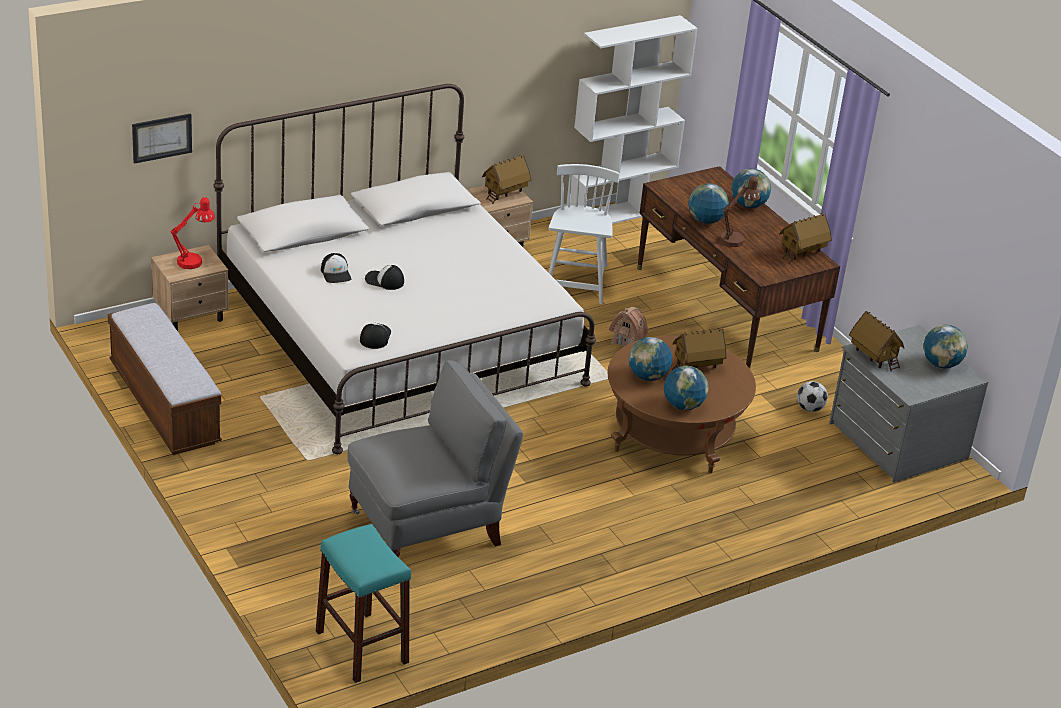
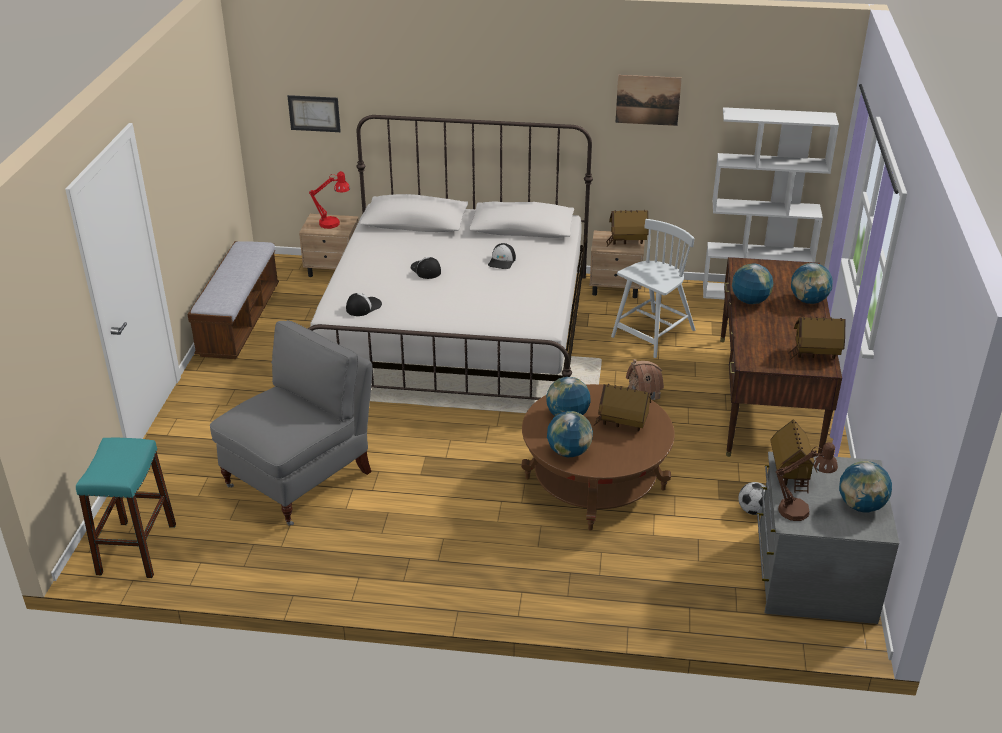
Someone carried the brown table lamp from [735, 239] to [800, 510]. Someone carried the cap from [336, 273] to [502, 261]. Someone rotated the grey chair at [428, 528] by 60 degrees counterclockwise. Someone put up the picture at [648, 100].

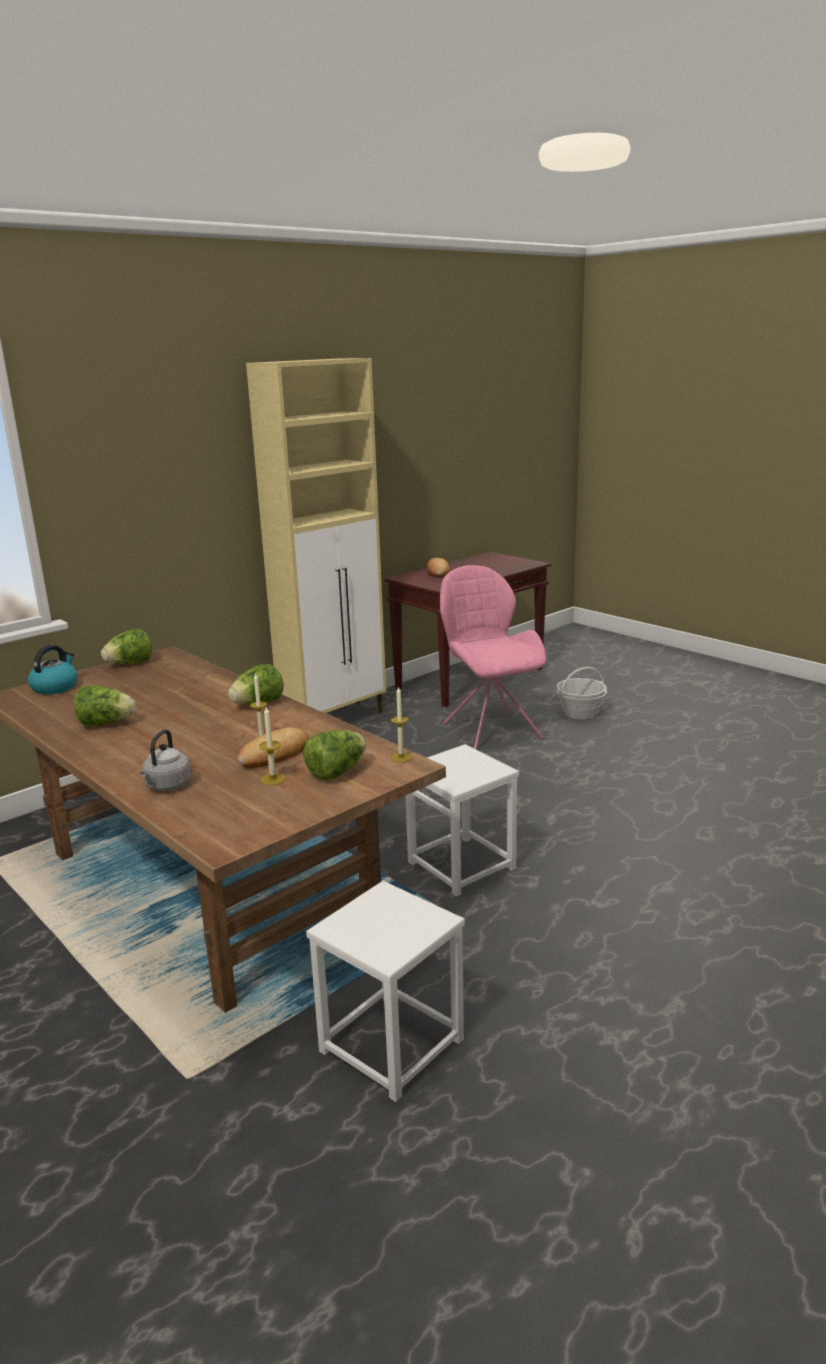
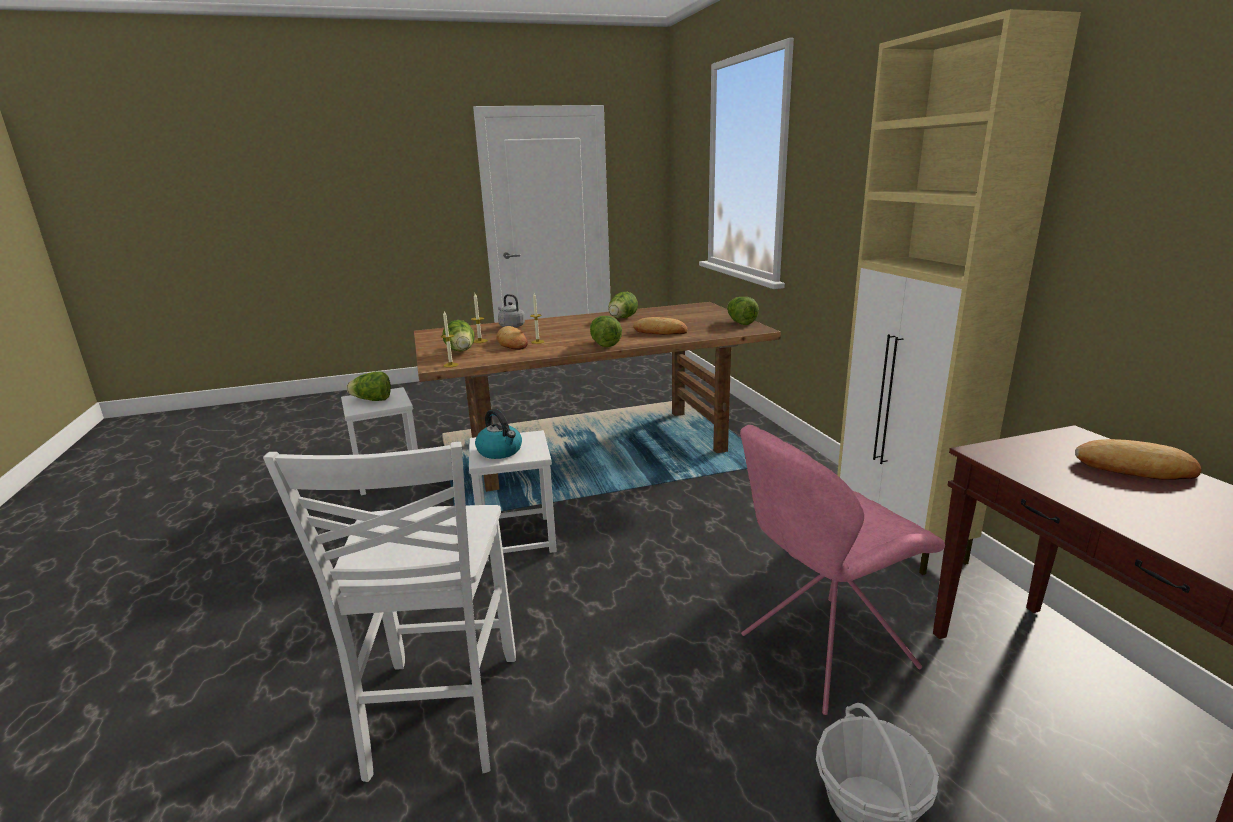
Someone rotated the pink chair at [490, 729] by 150 degrees clockwise. Someone carried the kettle from [55, 687] to [500, 451]. Someone put down the bread at [660, 332]. Someone put down the lettuce at [372, 400]. Someone put down the white chair at [440, 716].

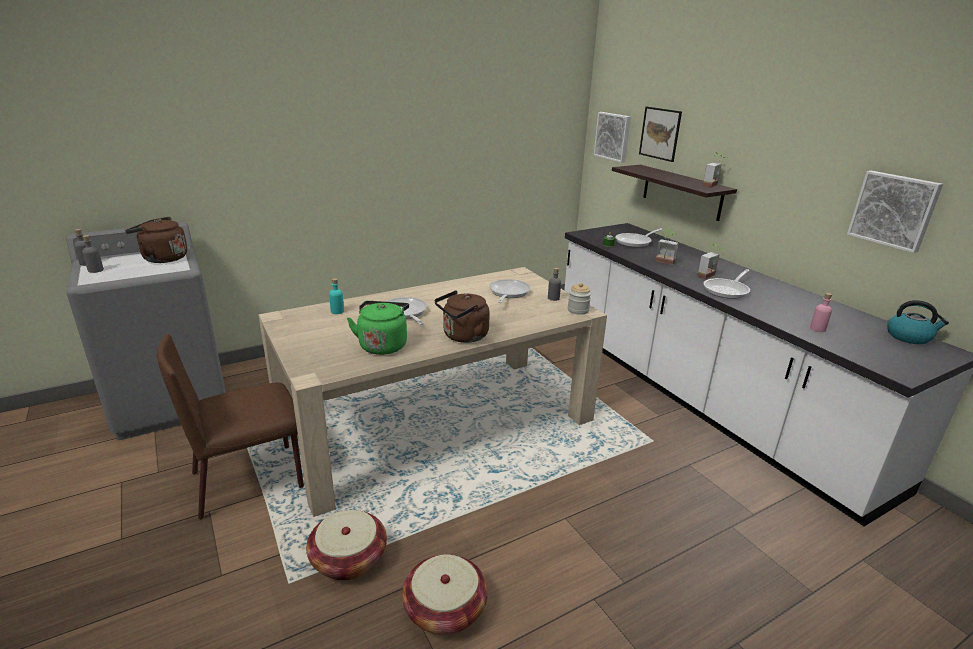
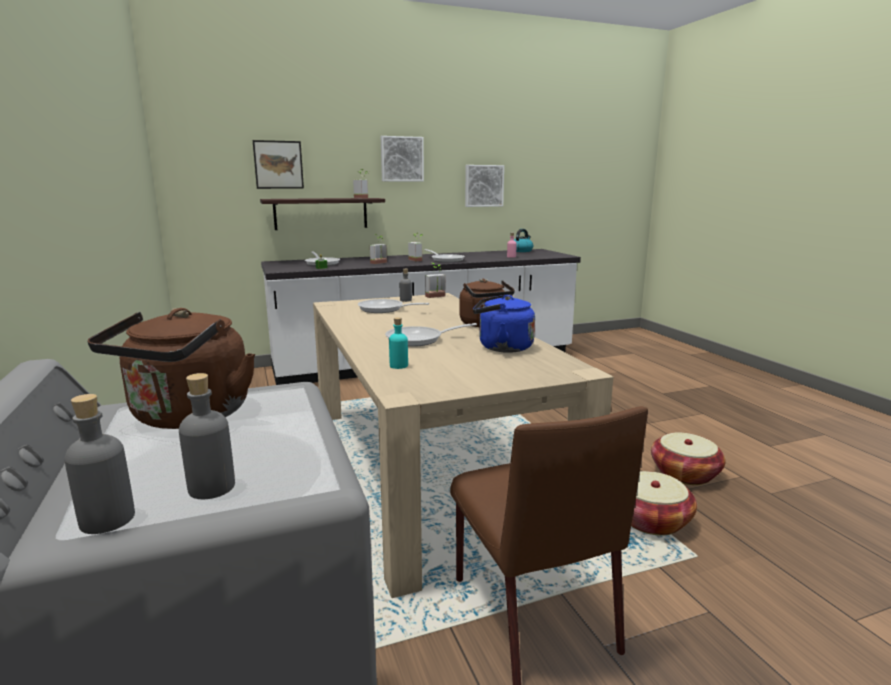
Someone carried the picture from [613, 136] to [401, 159]. Someone swapped the jar at [578, 310] for the potted plant at [437, 297]. Someone repainted the green kettle at [383, 345], which became the blue kettle at [501, 347].

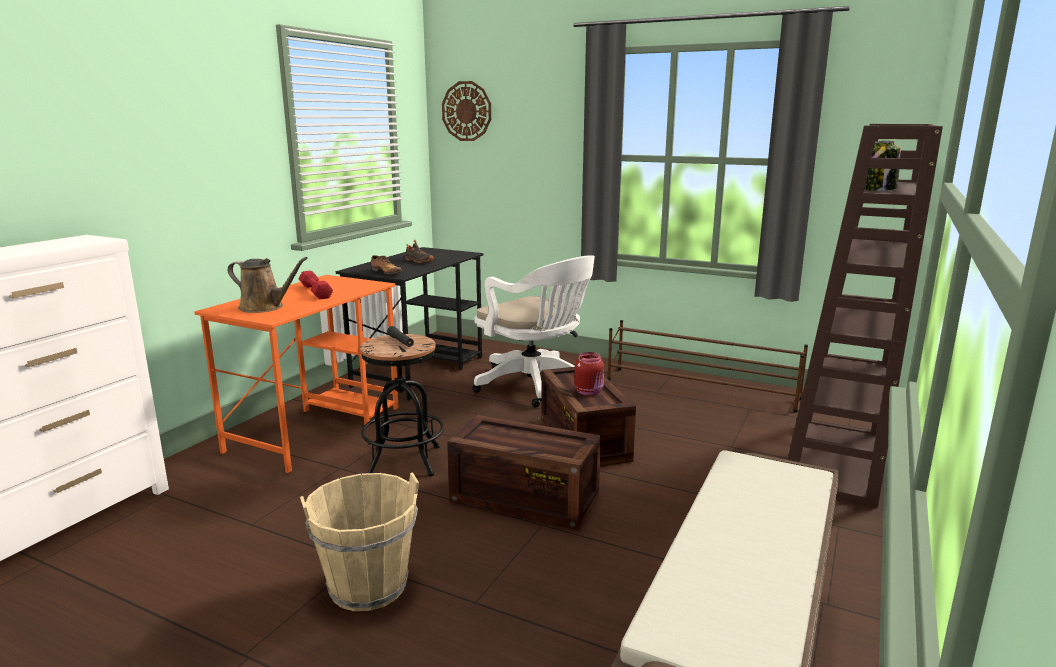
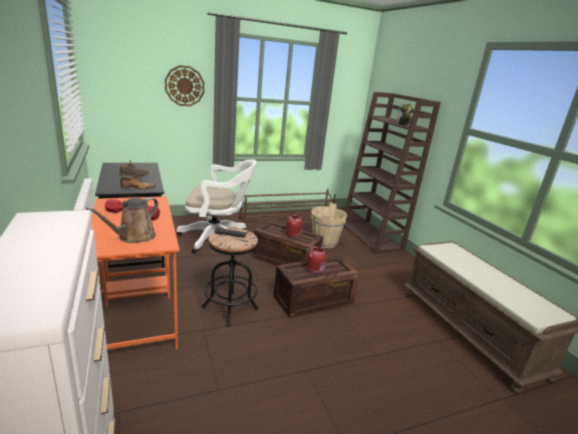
Someone carried the wall clock from [466, 111] to [184, 86]. Someone rotated the brown watering can at [265, 307] by 150 degrees clockwise. Someone carried the beige bucket from [368, 586] to [324, 242]. Someone put down the red jar at [315, 271].

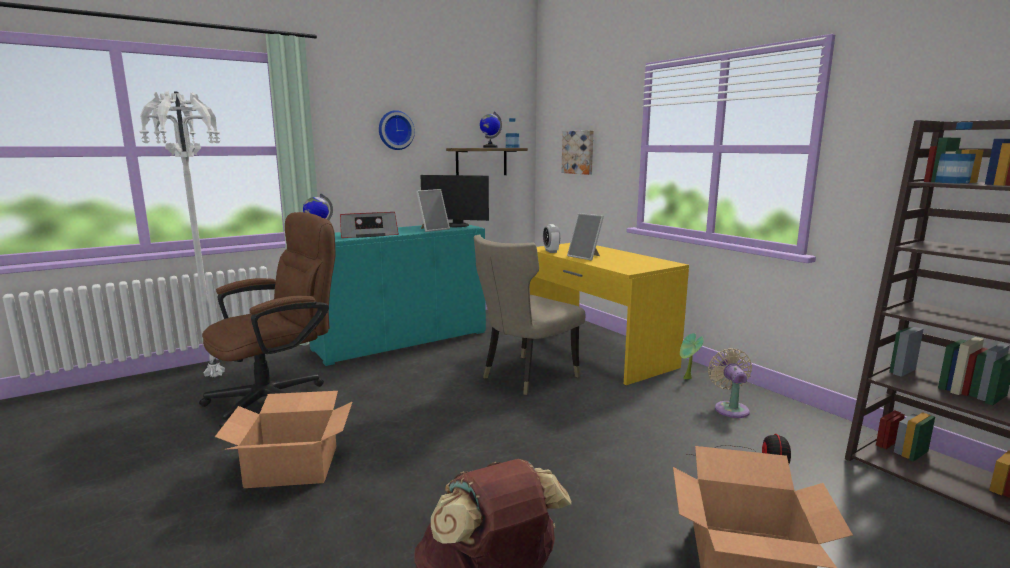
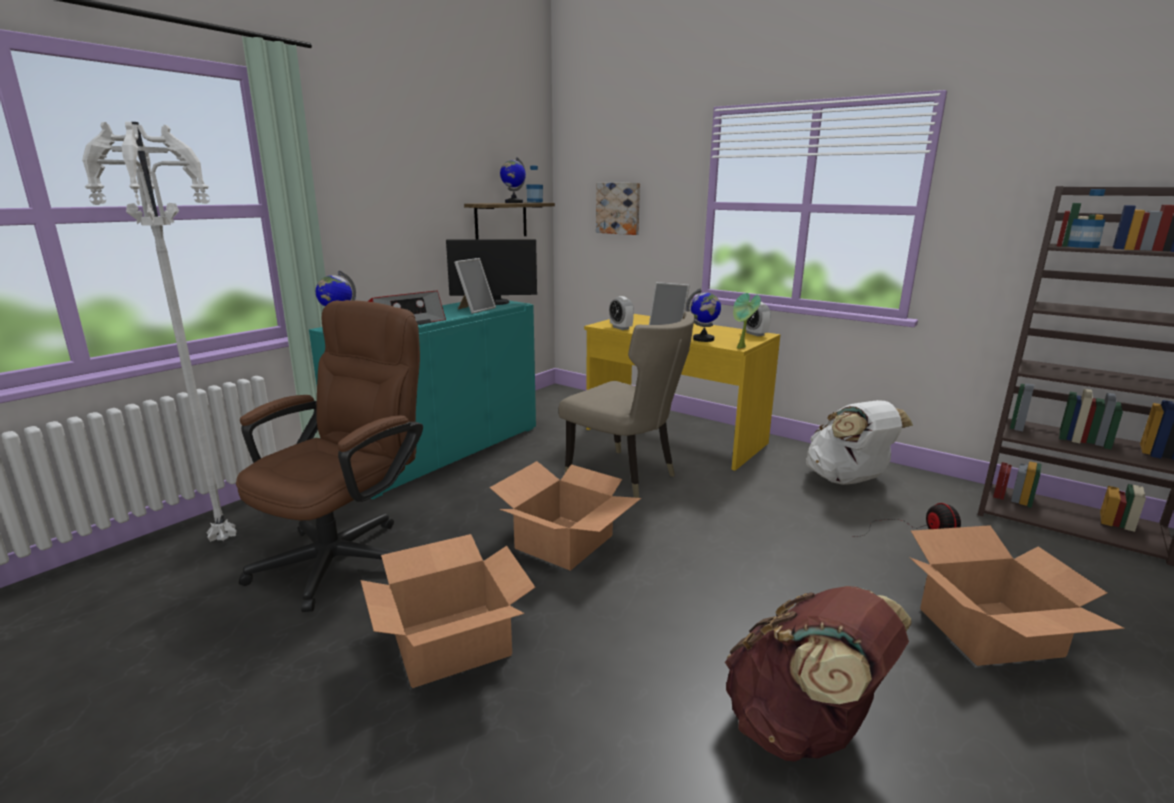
Someone took away the wall clock at [395, 130]. Someone rotated the beige chair at [525, 376] by 75 degrees counterclockwise. Someone carried the potted plant from [687, 379] to [741, 348]. Someone swapped the beige fan at [730, 408] for the white backpack at [847, 480]. Someone put down the globe at [703, 339]. Someone put down the alarm clock at [755, 334]. Someone put down the cardboard box at [565, 542].

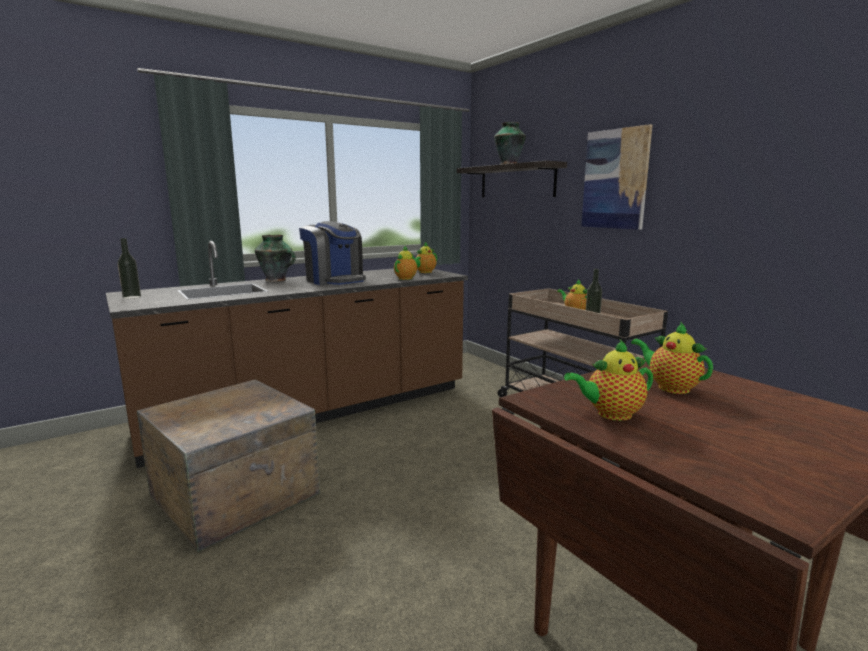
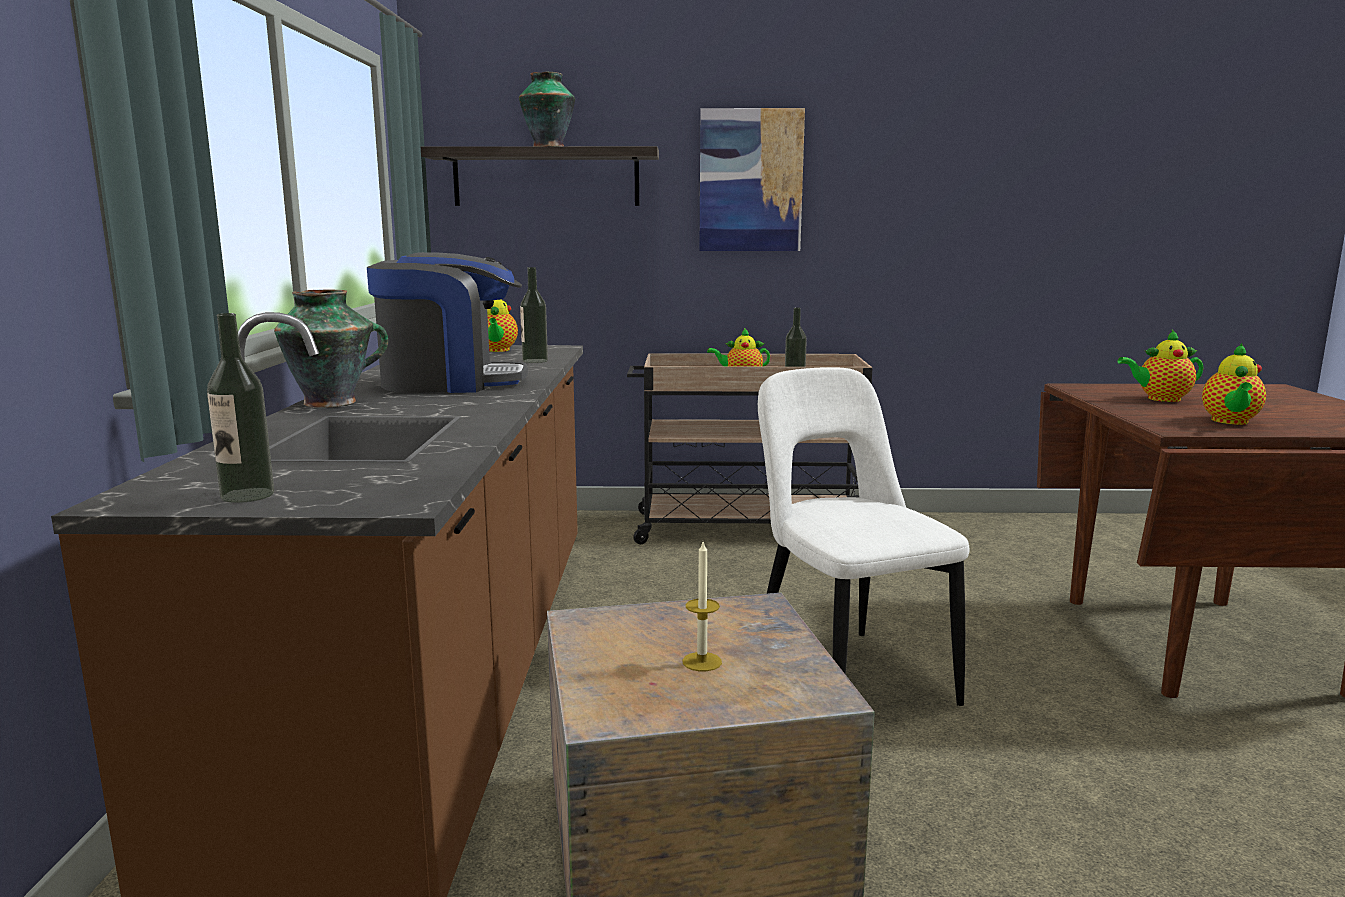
Someone swapped the teapot at [406, 278] for the bottle at [535, 361]. Someone put down the white chair at [845, 674]. Someone put down the candle at [702, 662].

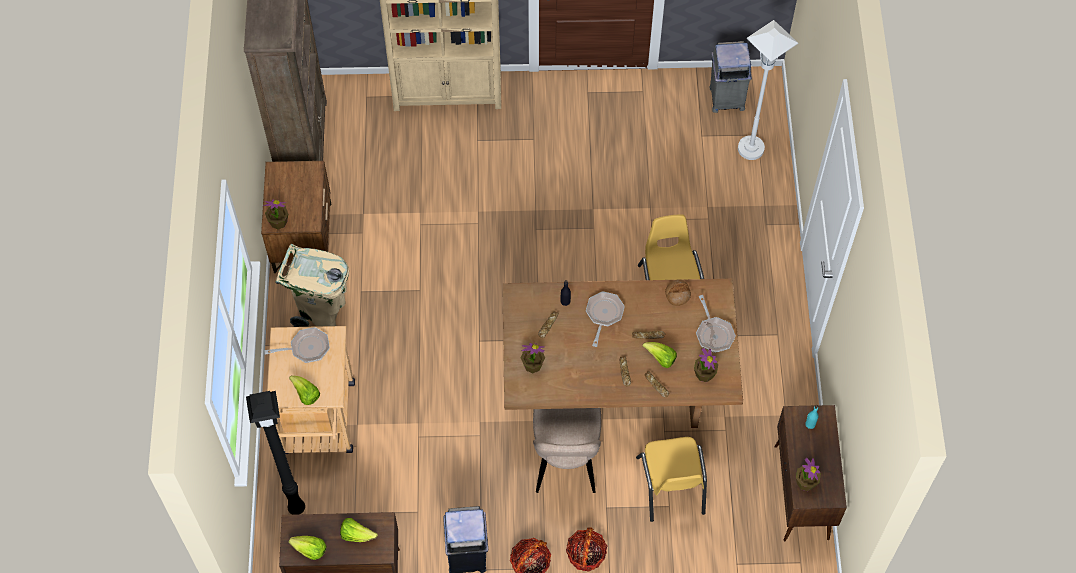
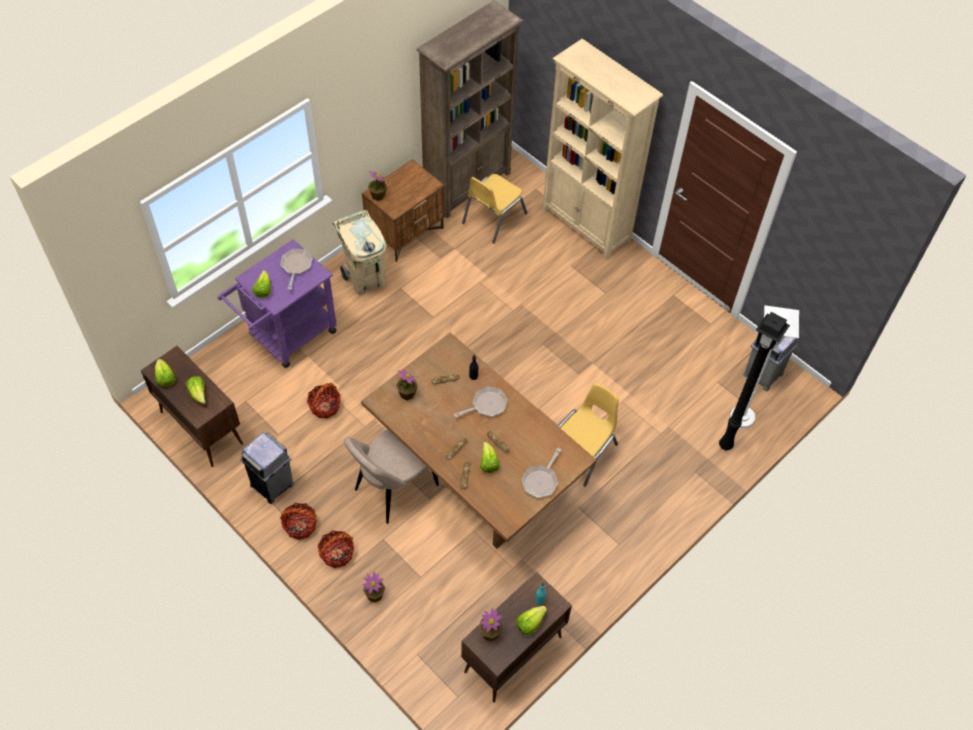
Someone took away the bread at [677, 294]. Someone repainted the beige cart at [318, 425], which became the purple cart at [287, 337]. Someone rotated the frying pan at [306, 348] by 120 degrees counterclockwise. Someone carried the potted plant from [704, 374] to [375, 595]. Someone carried the black floor lamp from [295, 507] to [725, 444]. Someone carried the yellow chair from [671, 485] to [493, 218]. Someone put down the basket at [325, 406]. Someone put down the lettuce at [530, 623].

